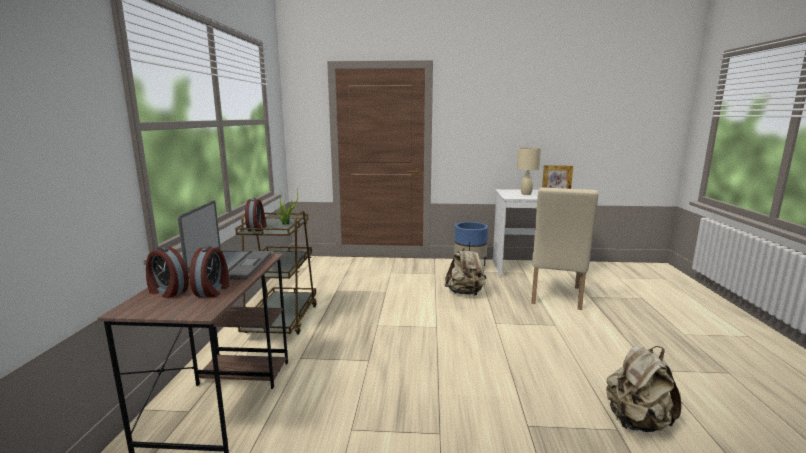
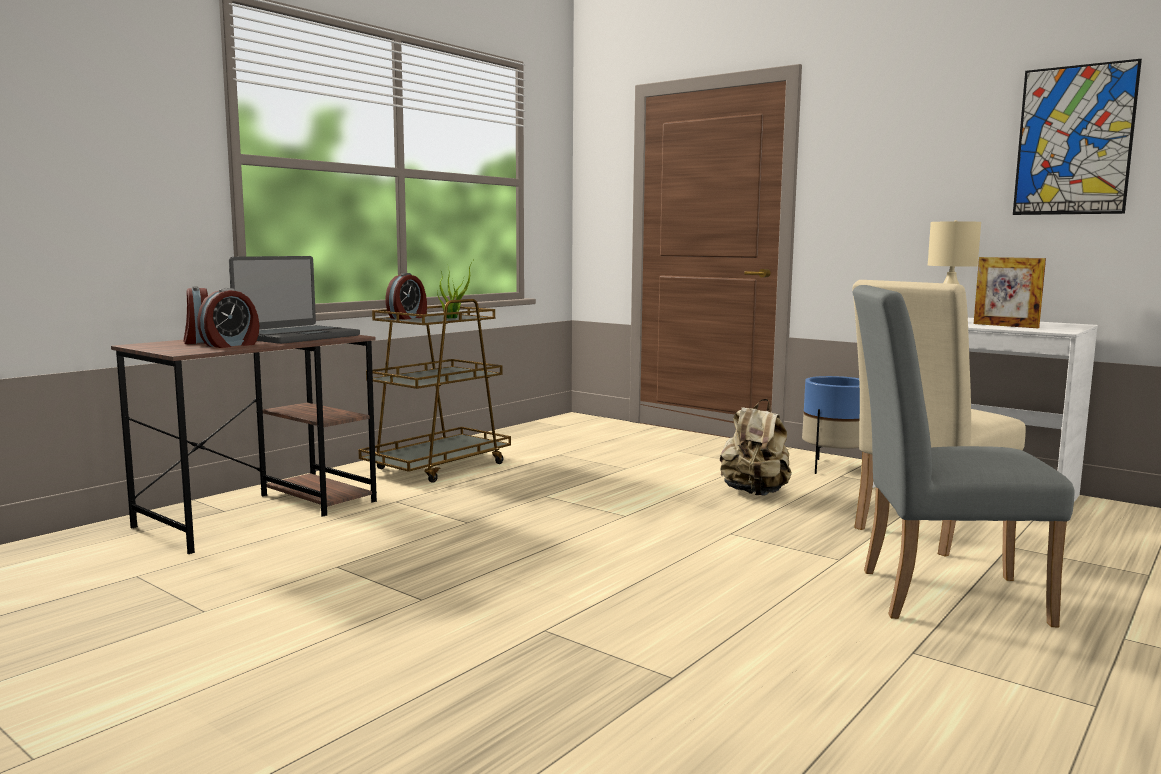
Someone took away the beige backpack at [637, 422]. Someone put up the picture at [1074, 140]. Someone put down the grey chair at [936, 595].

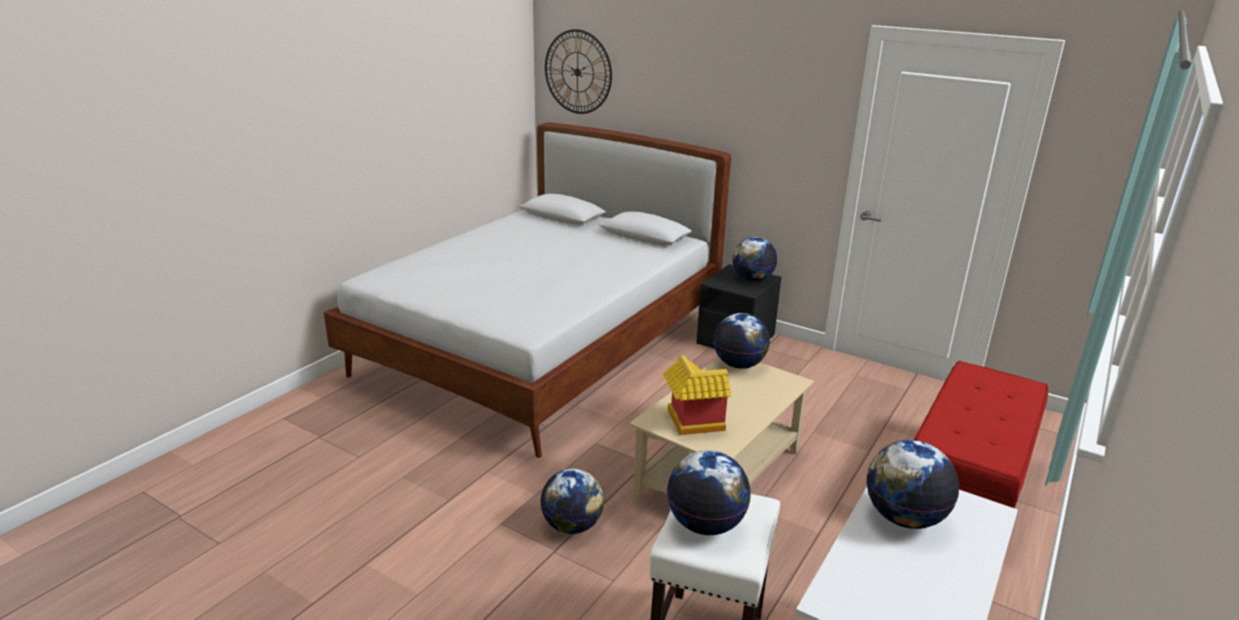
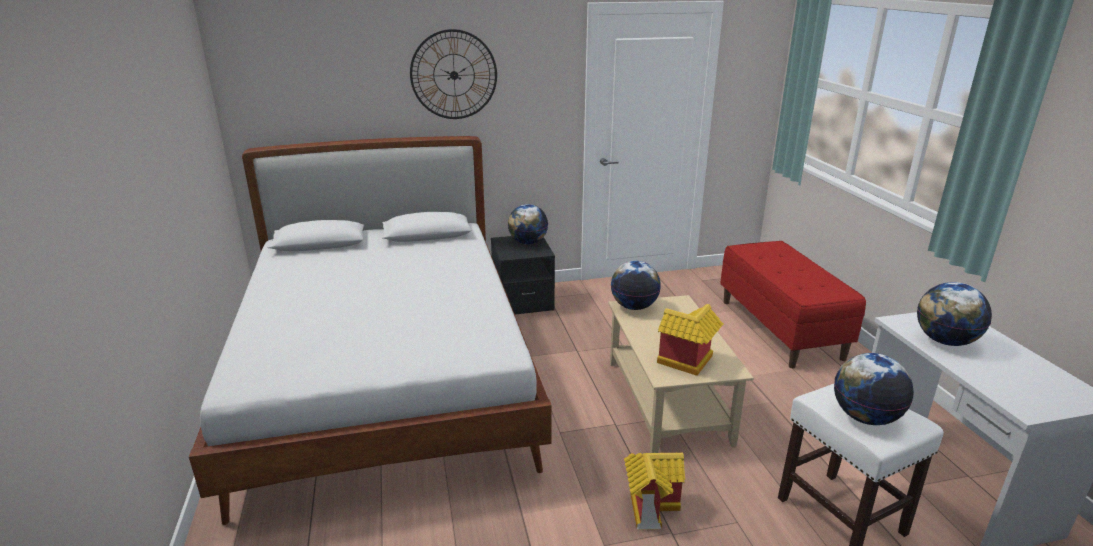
Someone carried the wall clock from [577, 72] to [454, 75]. Someone swapped the globe at [572, 526] for the toy house at [651, 505].

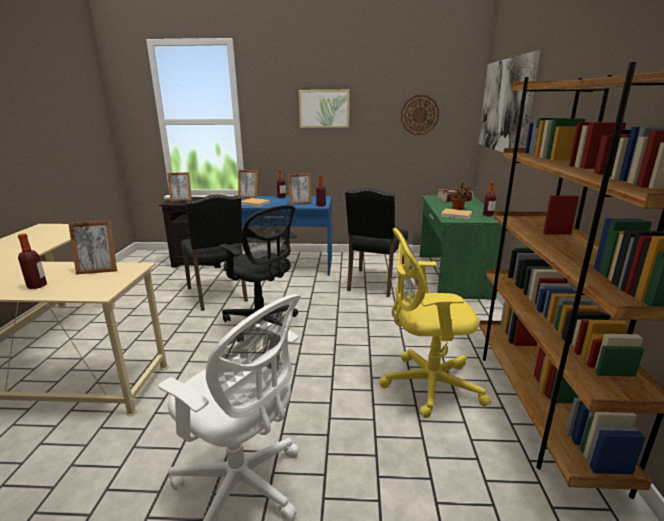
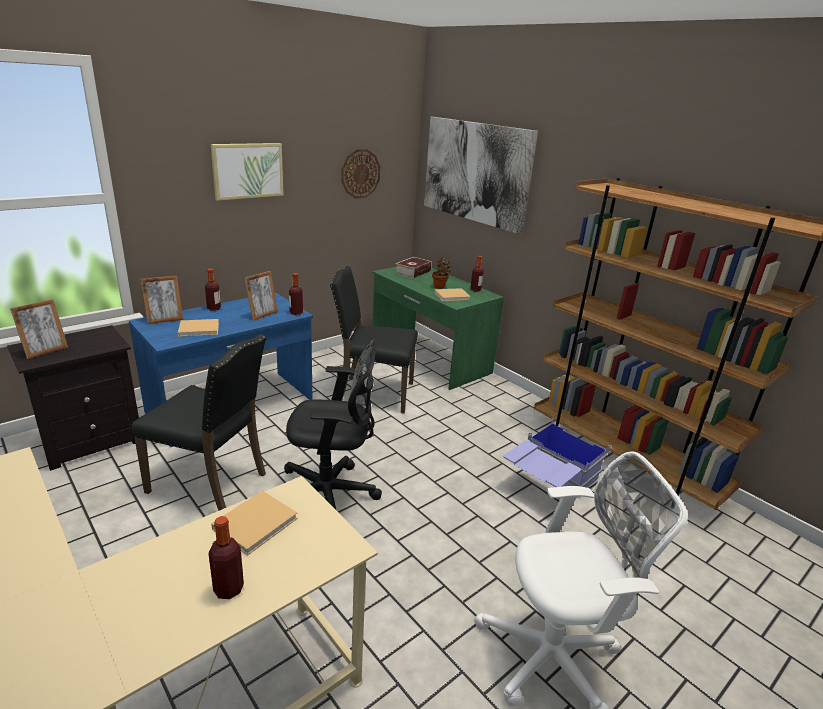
Someone rotated the black chair at [374, 283] by 120 degrees clockwise. Someone swapped the picture frame at [98, 271] for the beige book at [257, 522]. Someone swapped the yellow office chair at [426, 385] for the blue storage box at [549, 482].

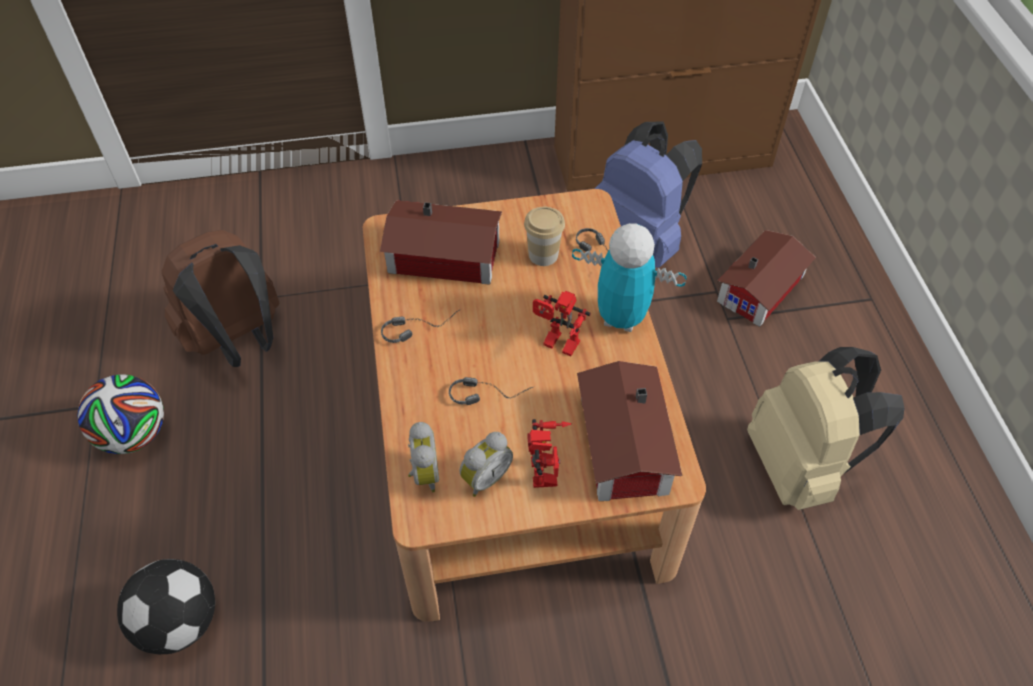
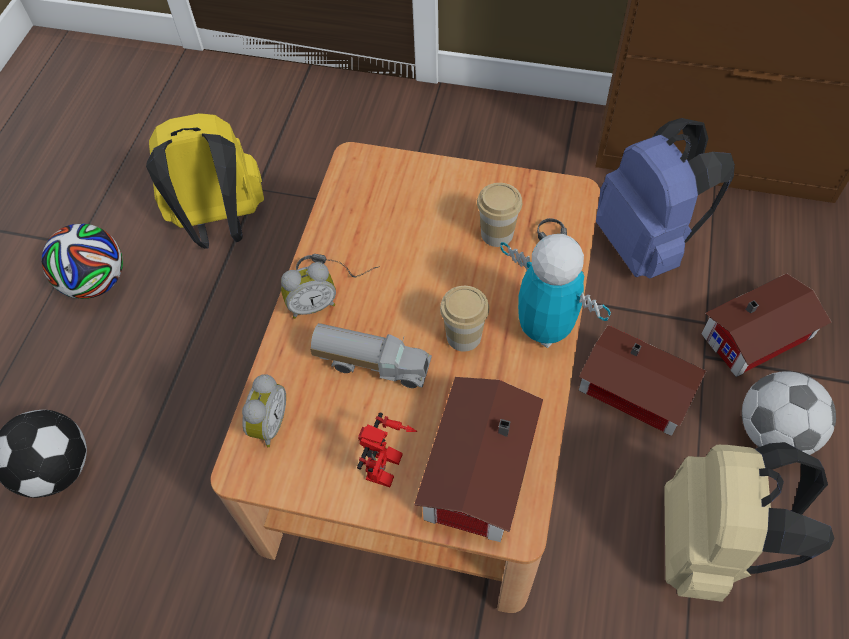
Someone carried the toy house from [446, 259] to [637, 393]. Someone repainted the brown backpack at [239, 341], which became the yellow backpack at [219, 224]. Someone swapped the toy robot at [557, 345] for the cup at [463, 336]. Someone swapped the headphones at [491, 392] for the toy truck at [373, 363]. Someone carried the alarm clock from [485, 477] to [312, 305]. Someone put down the football at [774, 432].

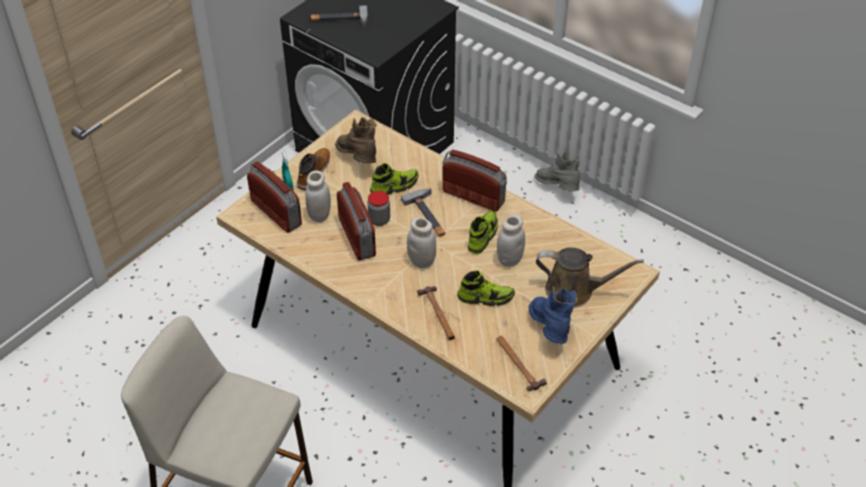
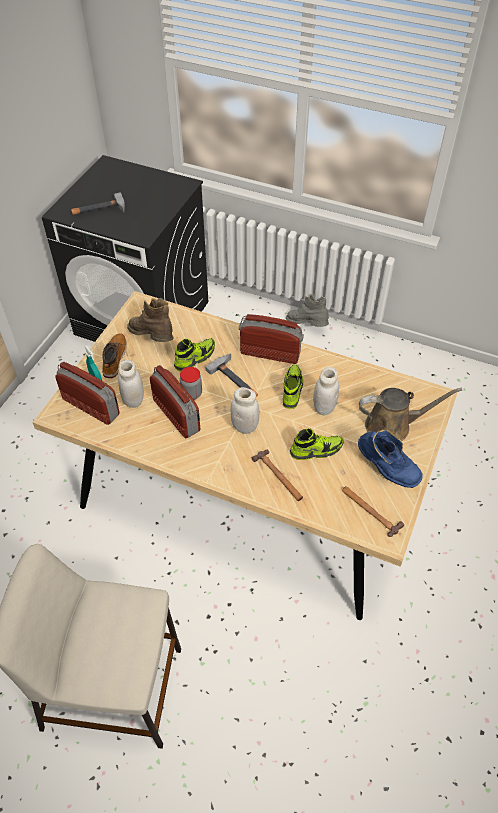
Someone rotated the blue boot at [550, 331] by 150 degrees clockwise.

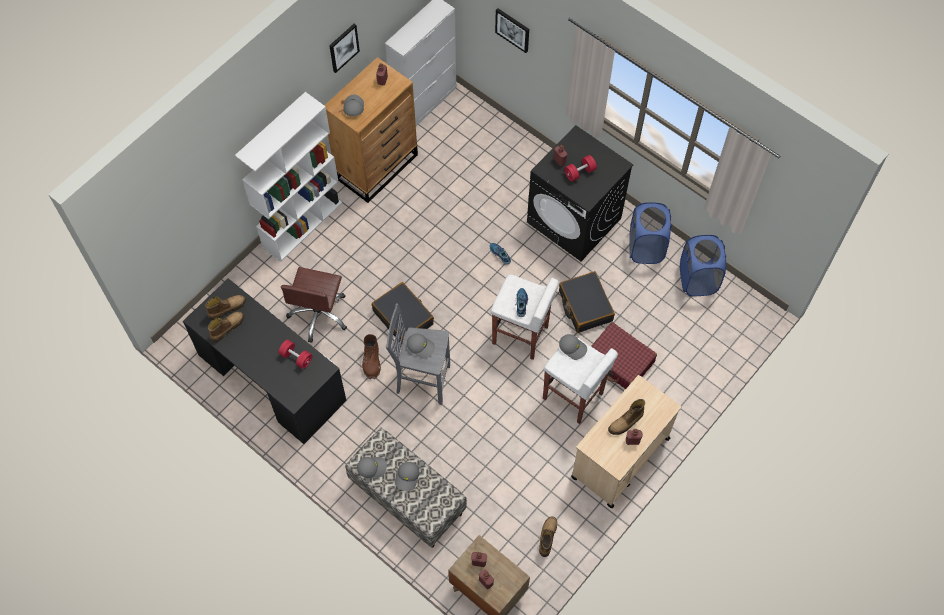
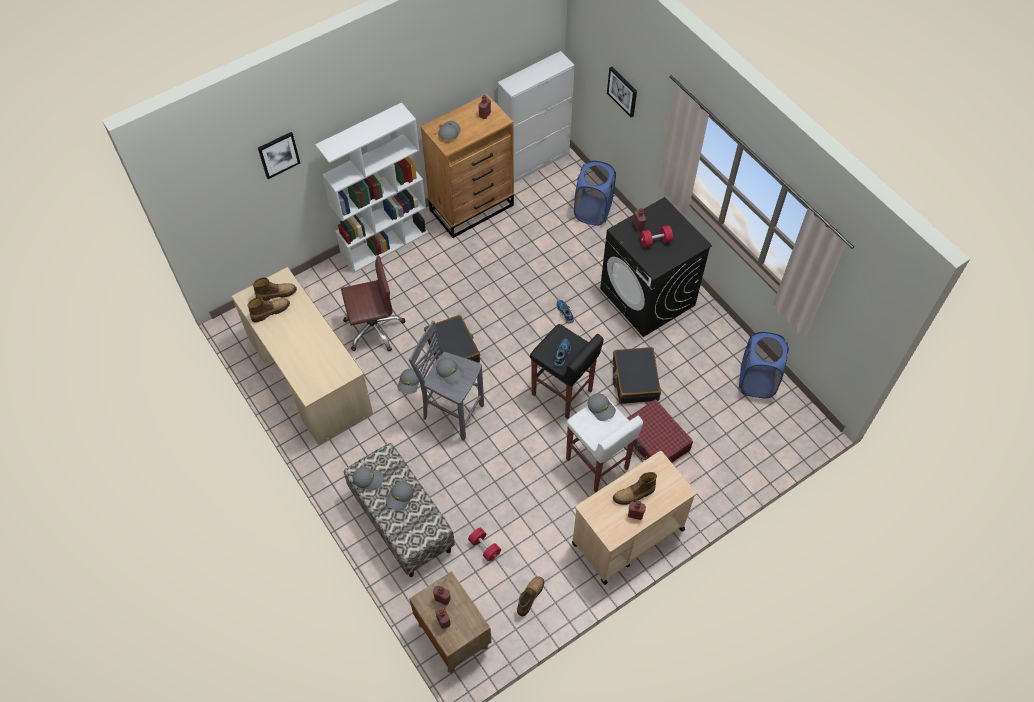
Someone carried the picture from [343, 47] to [278, 154]. Someone carried the blue laundry basket from [645, 248] to [593, 211]. Someone rotated the brown office chair at [319, 314] by 135 degrees counterclockwise. Someone repainted the white stool at [521, 336], which became the black stool at [562, 393]. Someone repainted the black desk at [272, 376], which became the beige desk at [310, 375]. Someone swapped the brown boot at [371, 361] for the grey cap at [409, 383]. Someone carried the red dumbbell from [296, 357] to [484, 547].

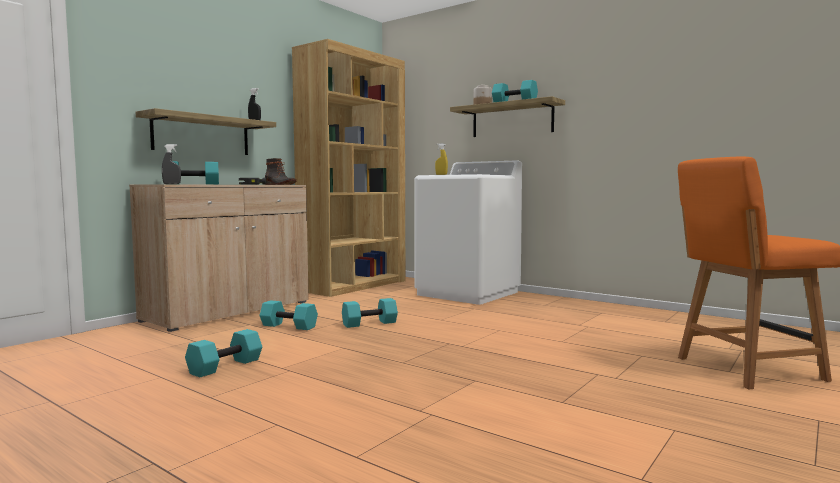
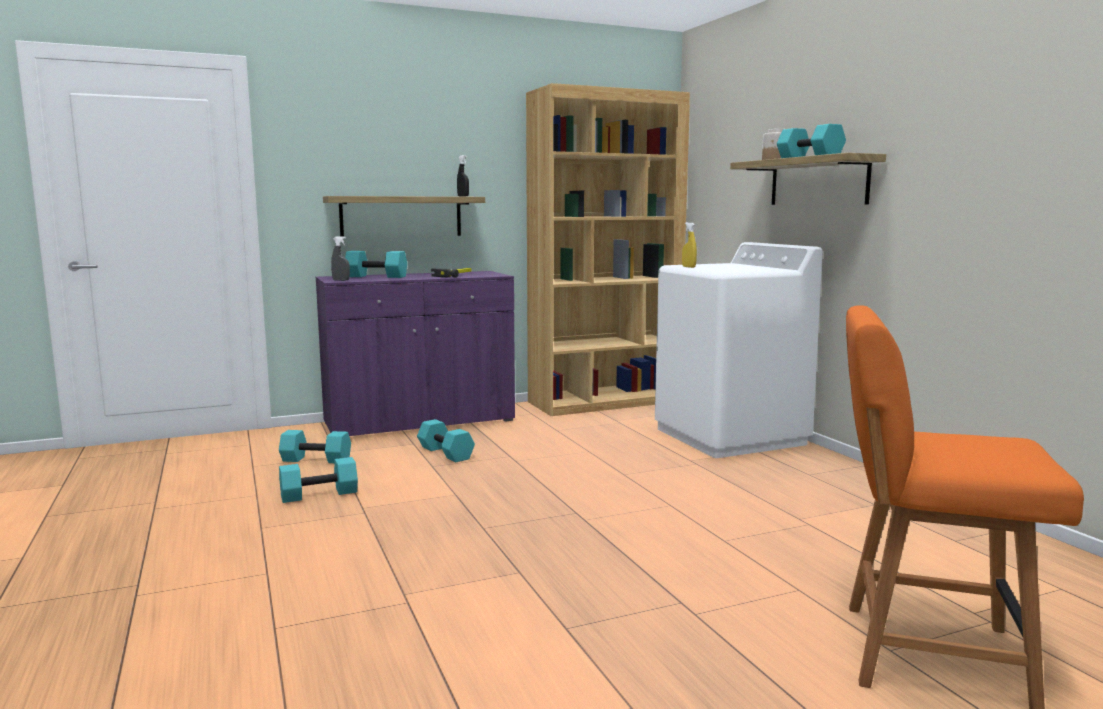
Someone took away the boot at [279, 184]. Someone repainted the beige cabinet at [229, 311], which became the purple cabinet at [419, 422]. Someone carried the turquoise dumbbell from [370, 323] to [317, 460].

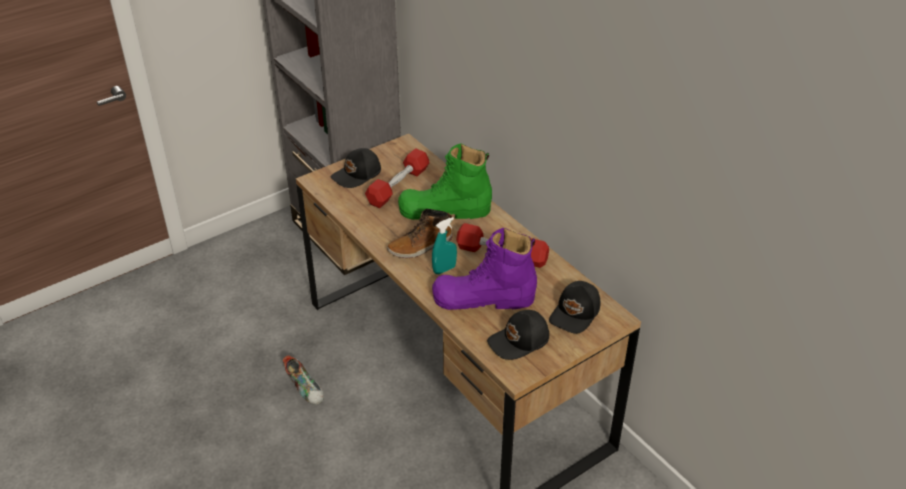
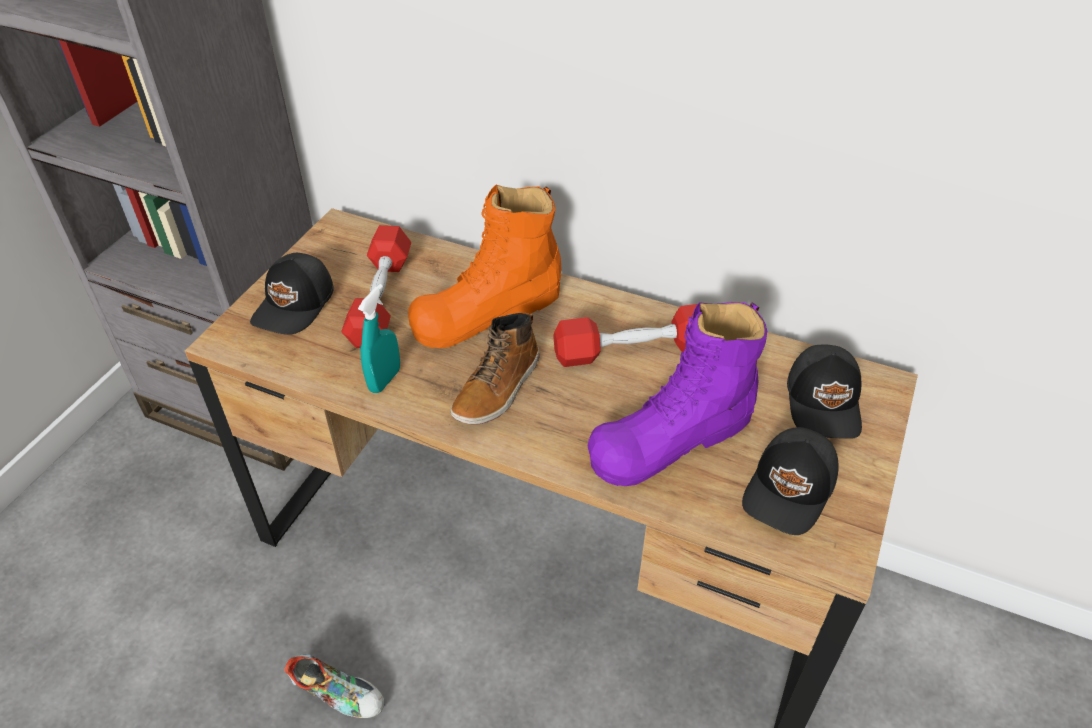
Someone repainted the green boot at [444, 210], which became the orange boot at [488, 311]. Someone carried the turquoise spray bottle from [444, 269] to [384, 380].

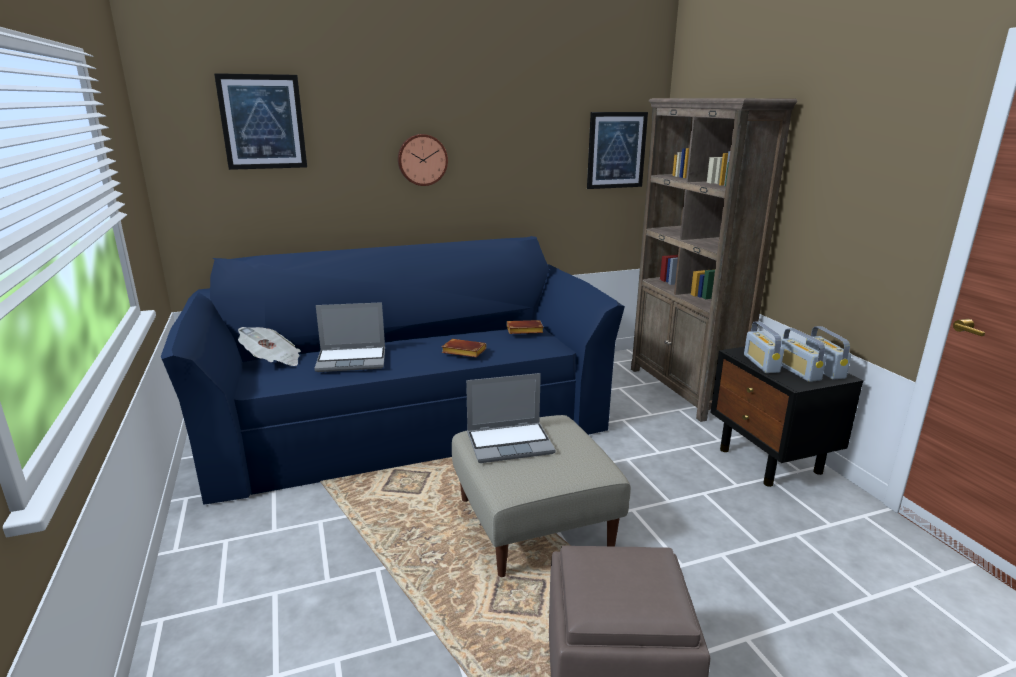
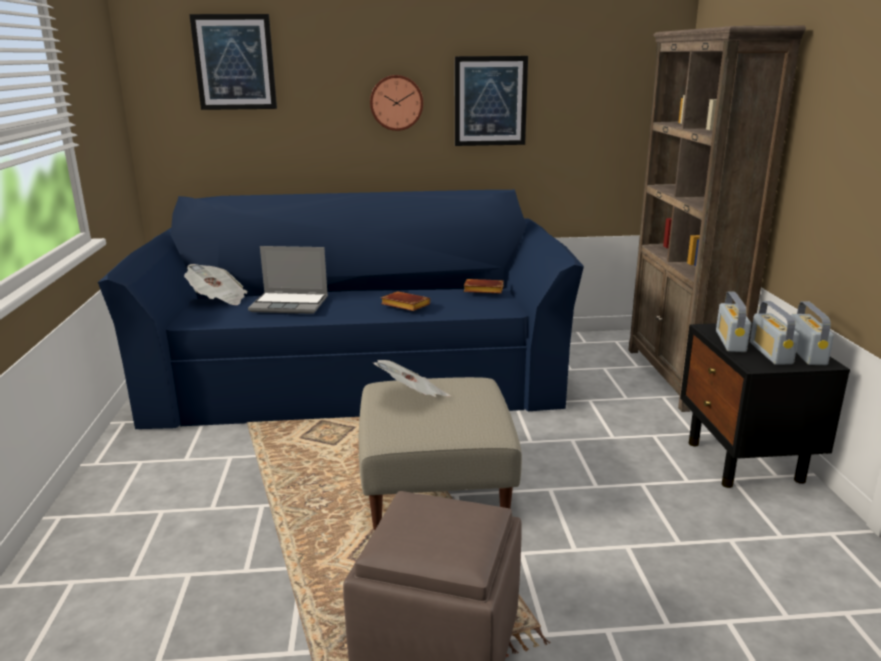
Someone carried the picture from [616, 150] to [490, 101]. Someone swapped the laptop at [510, 443] for the newspaper at [413, 397].

